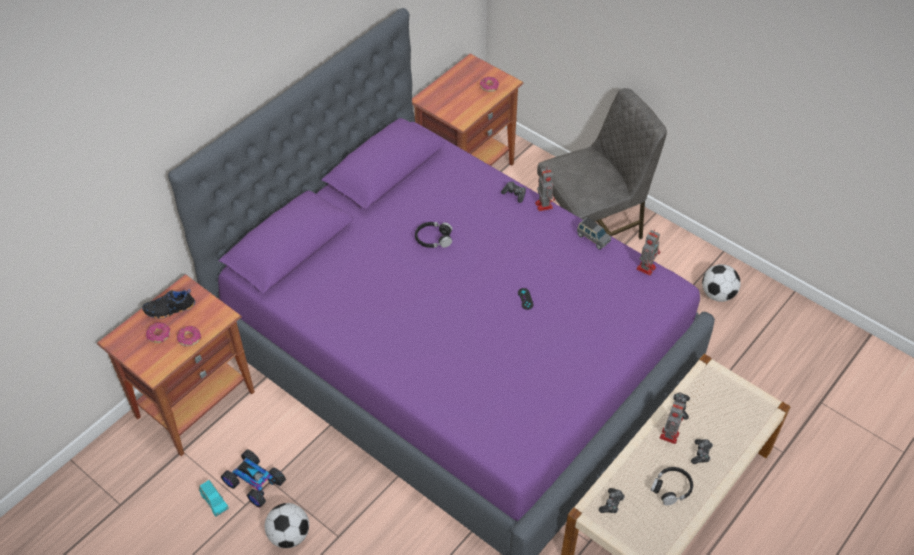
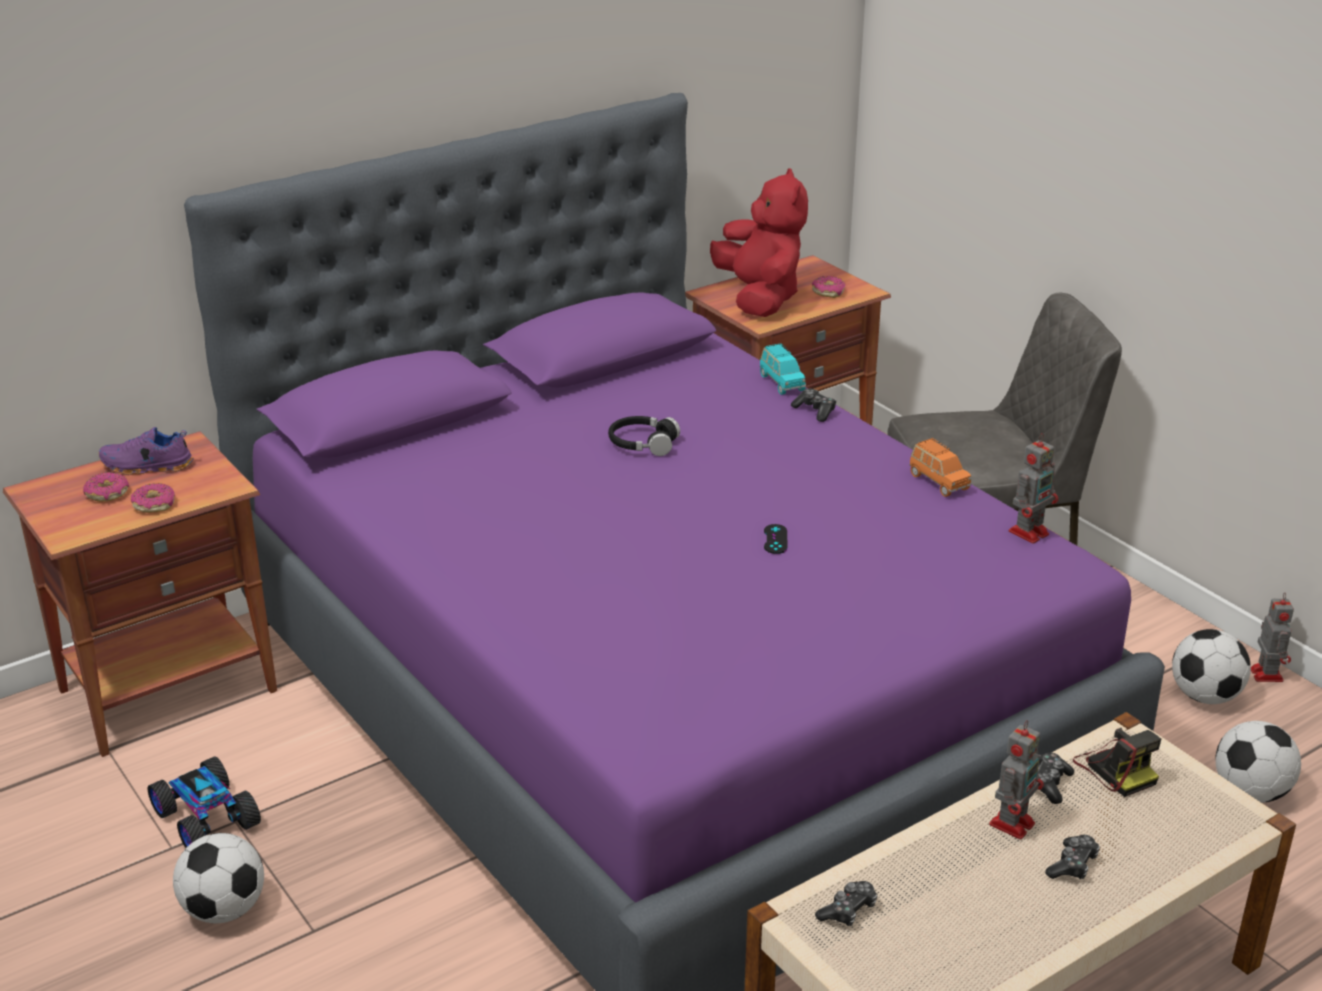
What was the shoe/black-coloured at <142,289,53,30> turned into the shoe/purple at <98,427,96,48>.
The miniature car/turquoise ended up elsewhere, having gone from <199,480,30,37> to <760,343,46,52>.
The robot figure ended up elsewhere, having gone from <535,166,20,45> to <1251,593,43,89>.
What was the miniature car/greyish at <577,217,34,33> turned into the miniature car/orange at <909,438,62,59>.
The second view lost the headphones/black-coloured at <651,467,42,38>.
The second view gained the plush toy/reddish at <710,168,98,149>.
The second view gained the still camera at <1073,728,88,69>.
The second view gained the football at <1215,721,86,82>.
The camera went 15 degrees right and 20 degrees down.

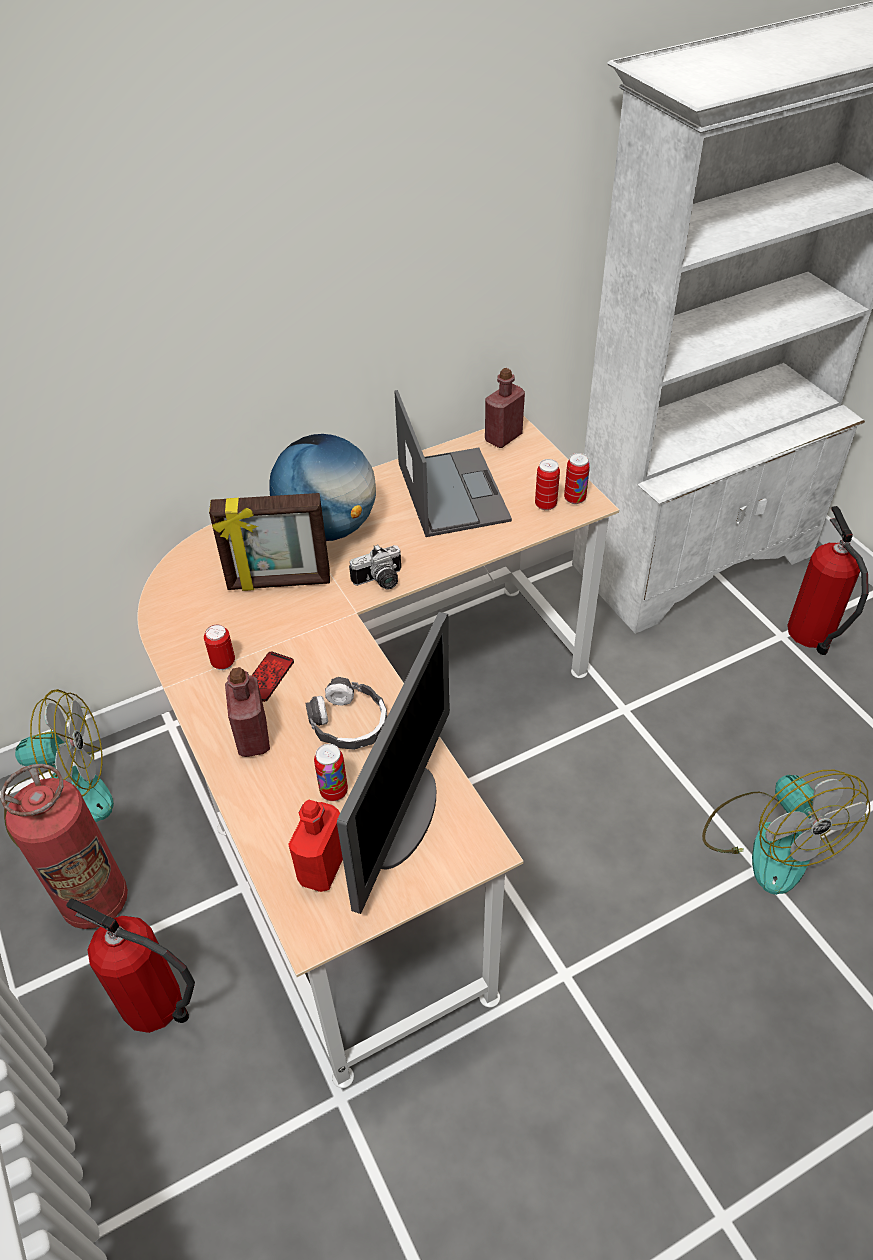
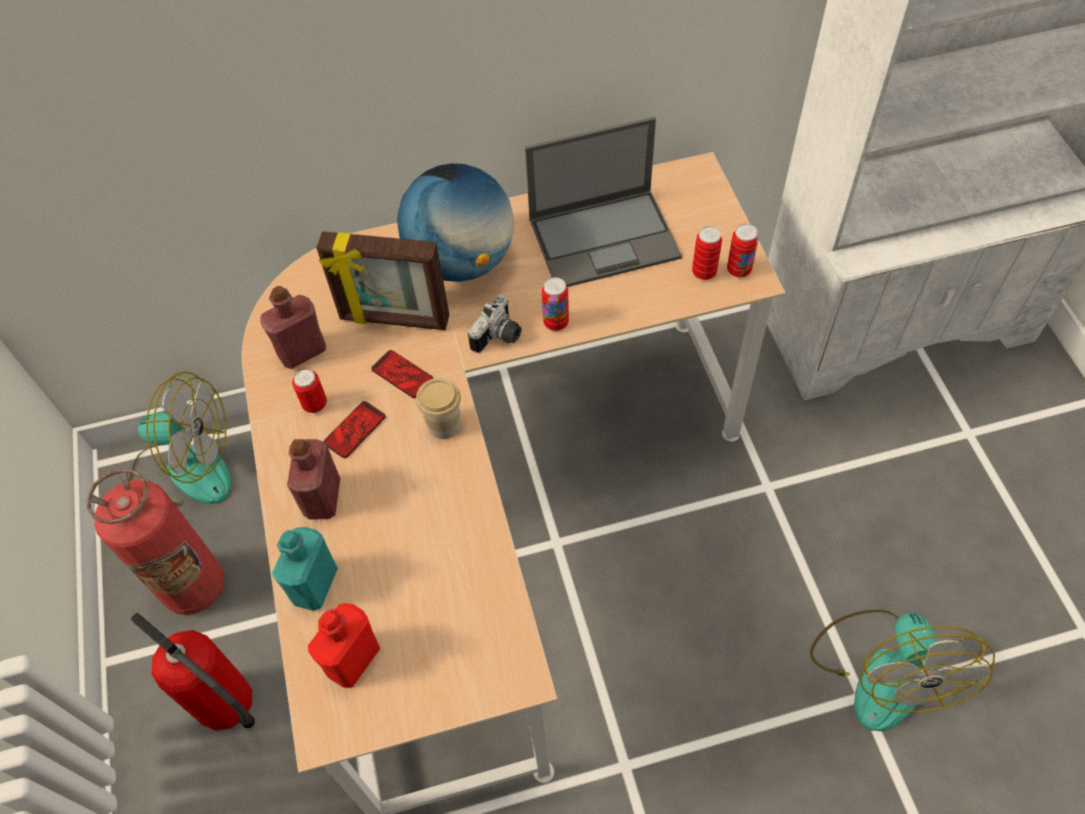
The second view lost the headphones at <305,677,82,73>.
The sealed can ended up elsewhere, having gone from <314,744,34,57> to <542,277,27,54>.
The second view lost the computer screen at <337,612,113,302>.
The still camera at <349,544,52,46> ended up facing another way, 45 degrees counterclockwise from before.
The laptop at <394,390,118,147> ended up facing another way, 75 degrees clockwise from before.
The drink bottle/reddish ended up elsewhere, having gone from <485,368,40,80> to <260,286,66,83>.
The second view lost the fire-fighting cylinder at <787,506,82,149>.
The second view gained the drink bottle/turquoise at <272,527,66,84>.
The second view gained the handset at <371,350,62,48>.
The second view gained the cup at <416,378,45,61>.
The camera went 15 degrees right and 10 degrees up.

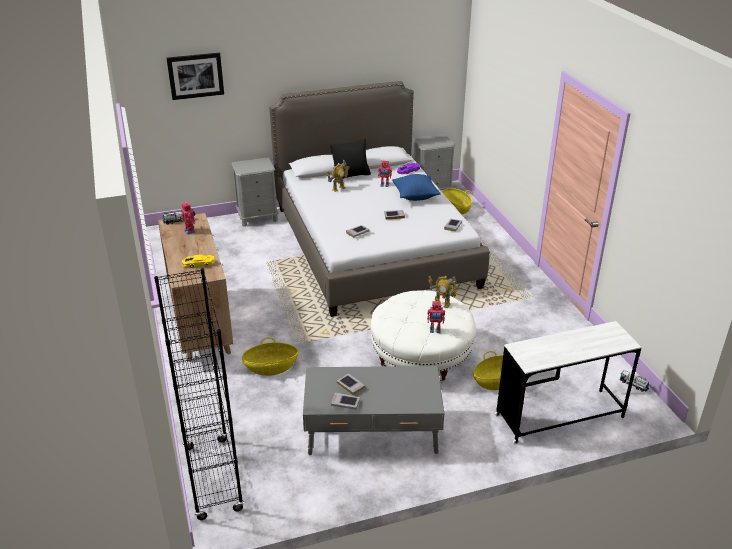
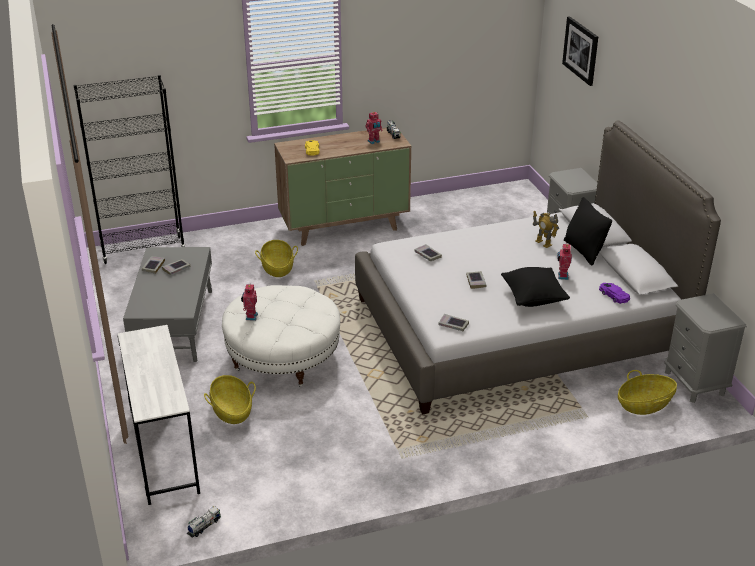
What was the cushion/blue at <392,174,48,27> turned into the cushion/black-coloured at <501,267,69,40>.
The second view lost the robot figure at <428,276,31,32>.
The camera went 90 degrees right and 0 degrees up.

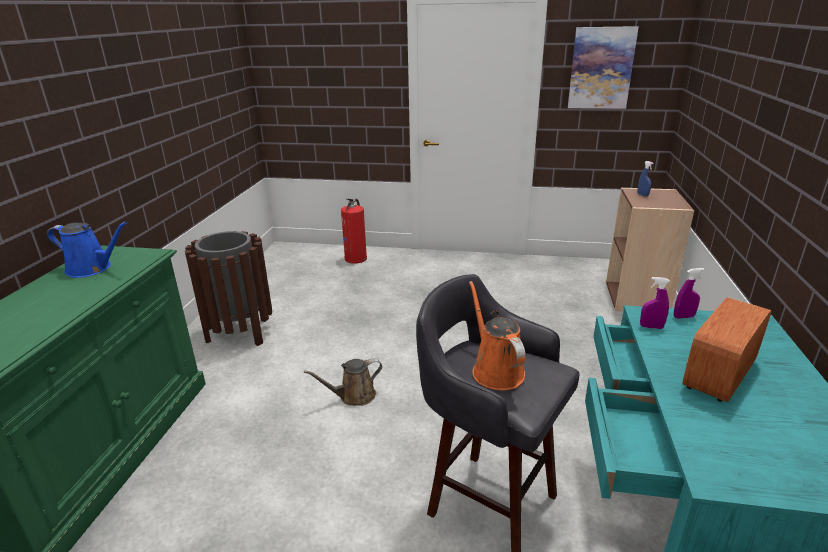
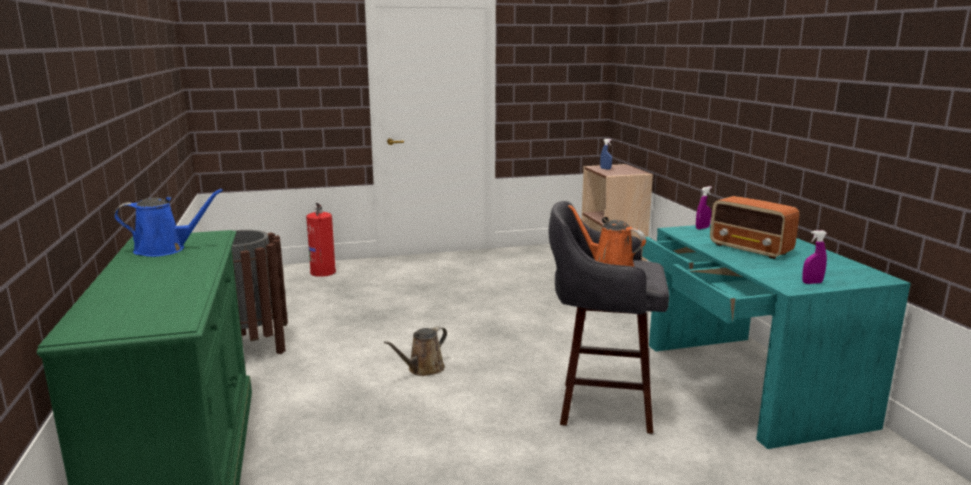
The second view lost the picture at <568,26,71,83>.
The spray bottle/purple ended up elsewhere, having gone from <640,277,30,52> to <802,230,25,54>.
The radio receiver at <682,297,90,105> ended up facing another way, 60 degrees counterclockwise from before.
The camera went 25 degrees left and 10 degrees down.

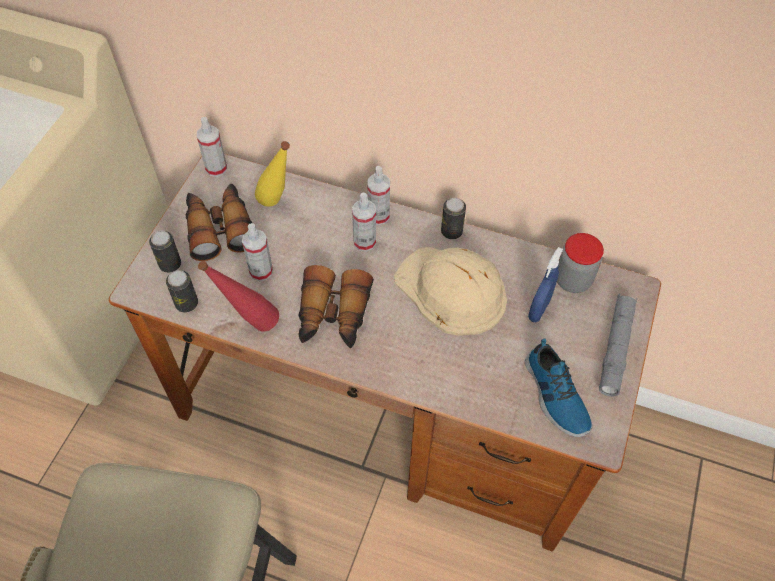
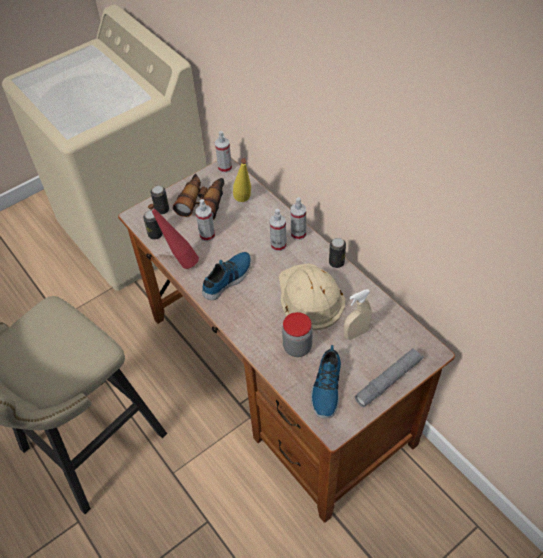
Where the field glasses stood at <298,265,76,83>, the shoe came to stand at <202,252,49,48>.
What was the spray bottle/blue at <528,247,35,75> turned into the spray bottle/sand-coloured at <344,289,28,51>.
The jar ended up elsewhere, having gone from <557,233,47,60> to <282,312,31,45>.
The camera went 35 degrees right and 5 degrees down.

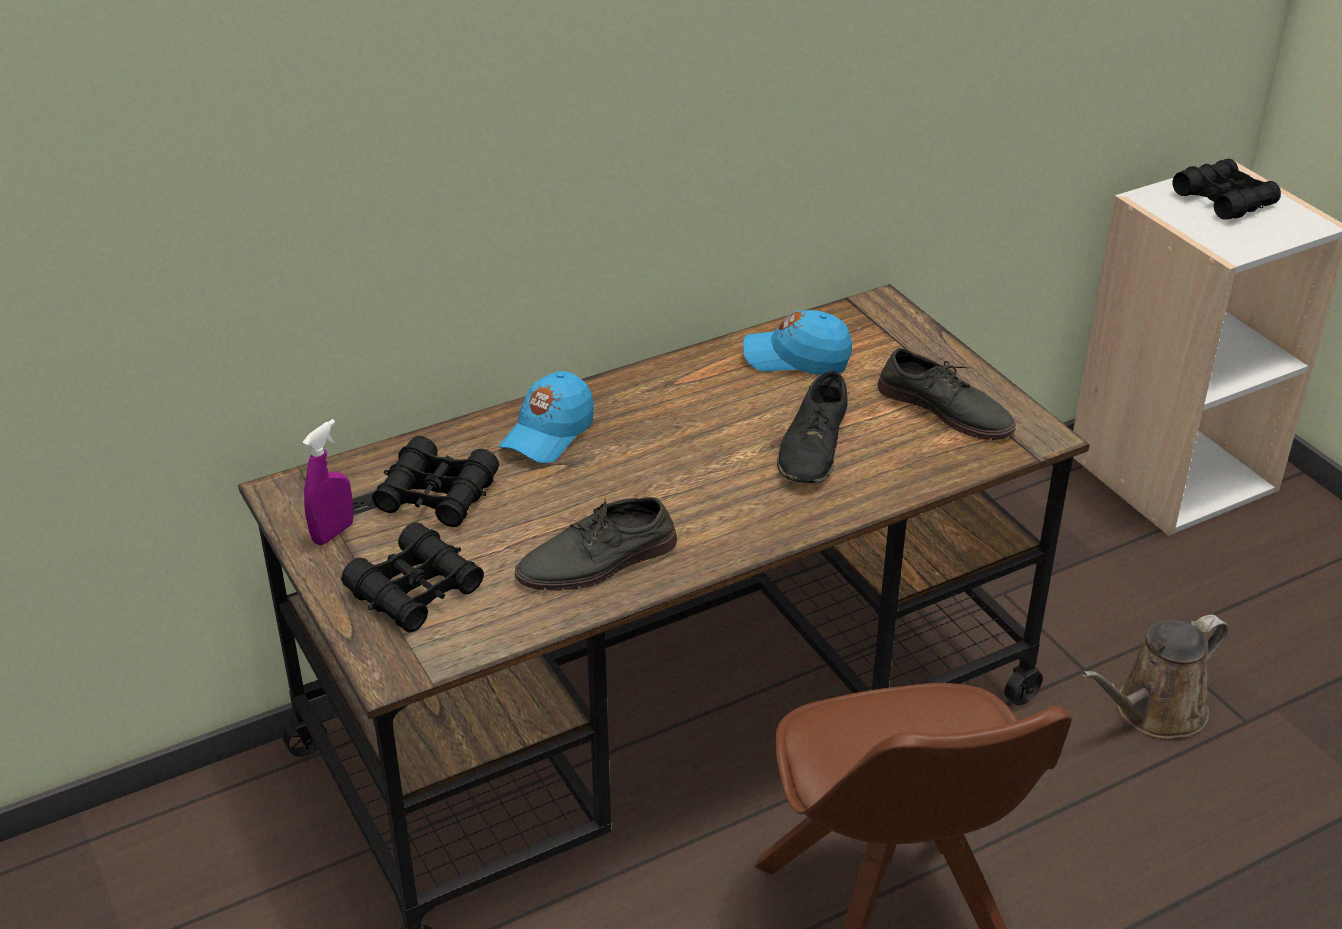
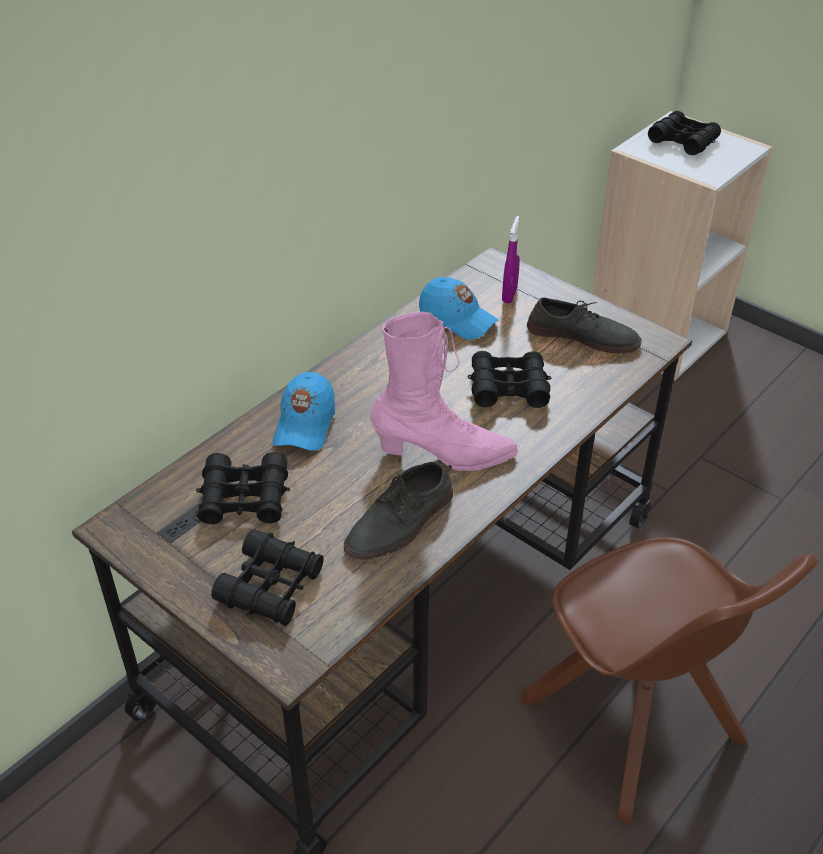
The spray bottle/purple ended up elsewhere, having gone from <302,419,52,126> to <502,216,18,88>.
The baseball cap/blue at <743,310,109,65> ended up facing another way, 135 degrees counterclockwise from before.
Where the shoe/black-coloured stood at <777,371,71,112>, the field glasses/black-coloured came to stand at <468,351,83,57>.
The second view lost the watering can/brownish at <1082,615,147,123>.
The second view gained the tall boot/pinkish at <370,312,148,159>.
The camera went 20 degrees left and 5 degrees up.

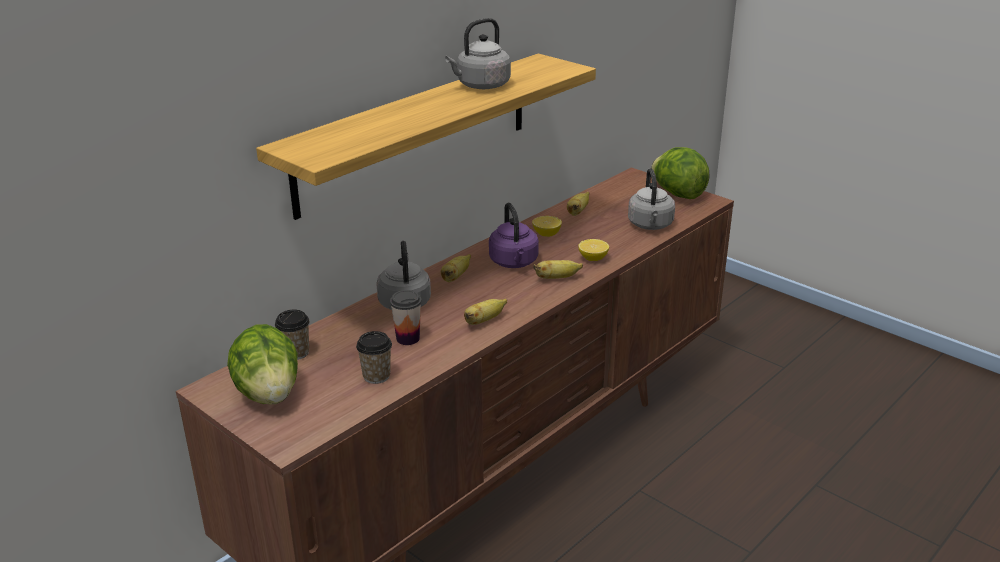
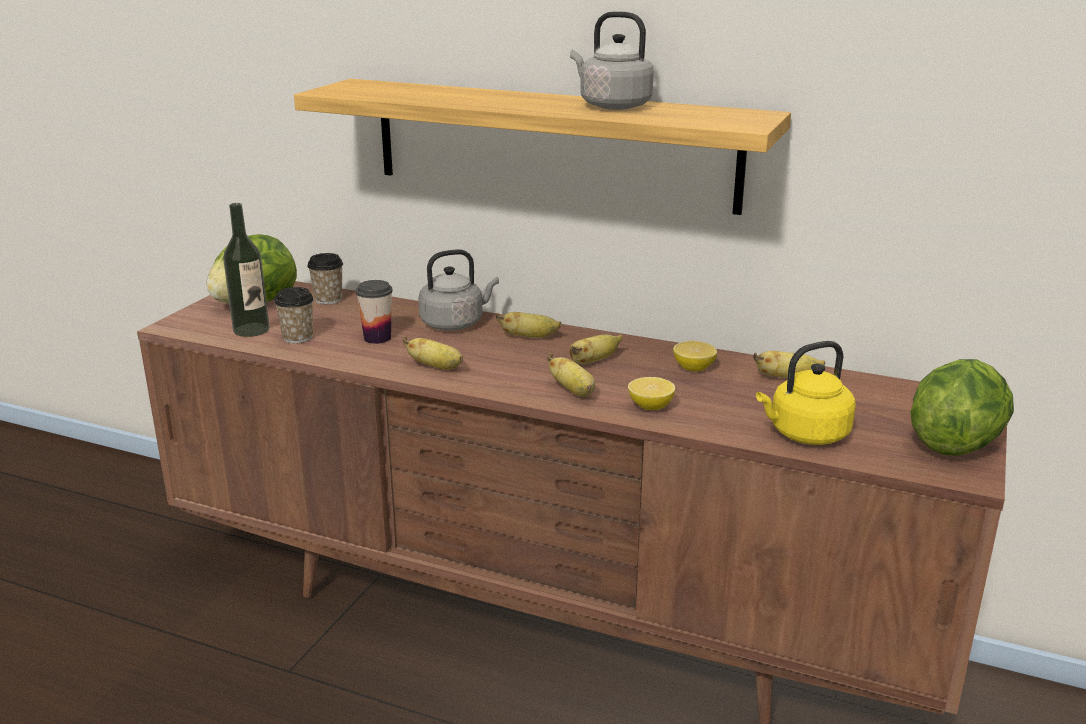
Where the kettle/purple stood at <489,202,50,66>, the banana fruit came to stand at <569,334,53,30>.
What was the kettle/greyish at <628,168,47,62> turned into the kettle/yellowish at <756,341,100,104>.
The second view gained the drink bottle at <223,203,46,134>.
The camera went 70 degrees right and 5 degrees down.

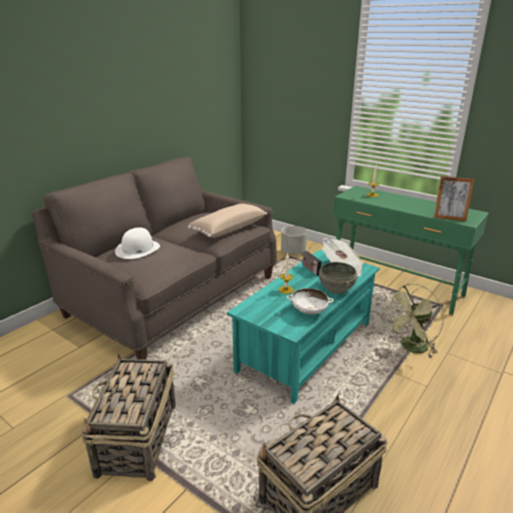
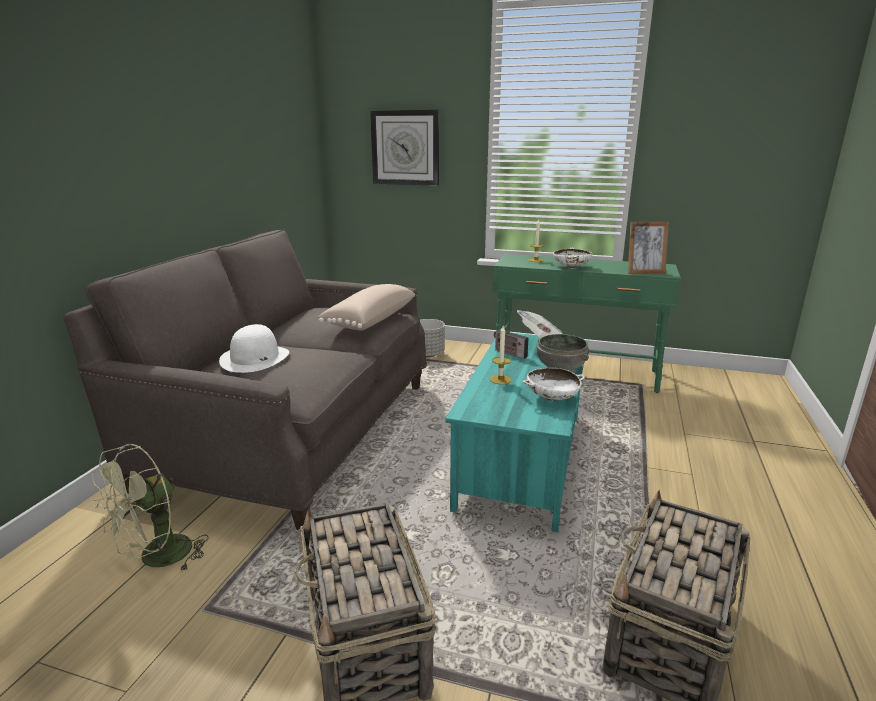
The cooling fan/green ended up elsewhere, having gone from <384,283,60,75> to <92,444,116,128>.
The second view gained the hanging clock at <370,110,69,76>.
The second view gained the deep dish/white at <553,248,39,20>.
The camera went 20 degrees left and 5 degrees down.

